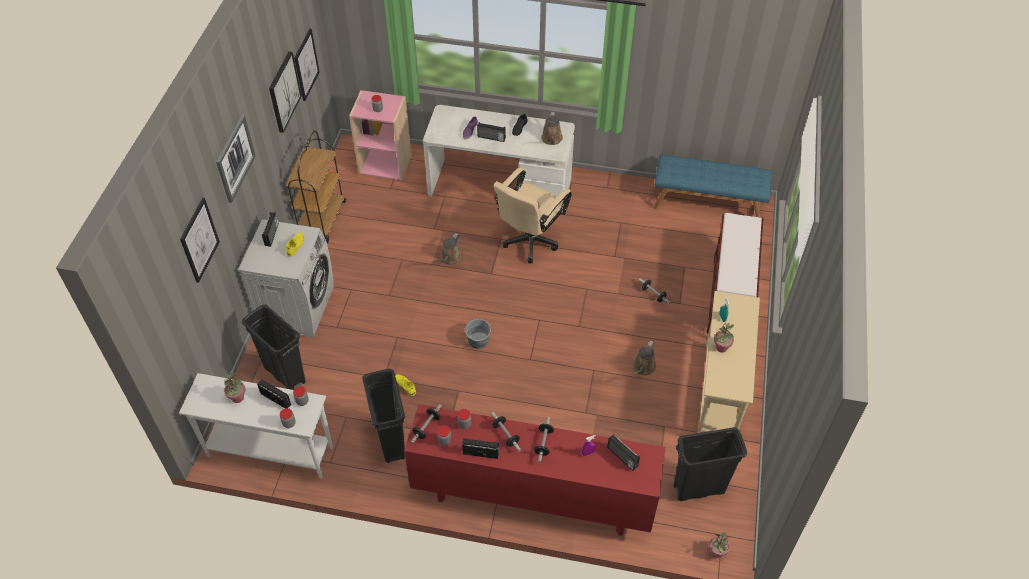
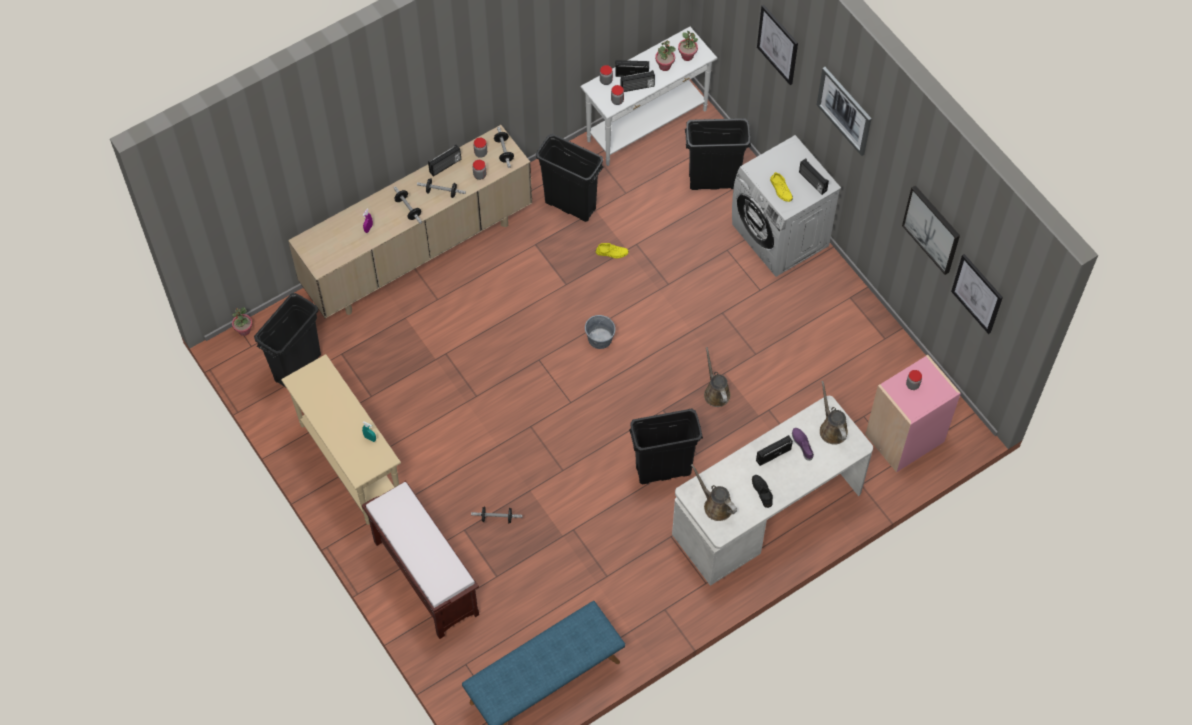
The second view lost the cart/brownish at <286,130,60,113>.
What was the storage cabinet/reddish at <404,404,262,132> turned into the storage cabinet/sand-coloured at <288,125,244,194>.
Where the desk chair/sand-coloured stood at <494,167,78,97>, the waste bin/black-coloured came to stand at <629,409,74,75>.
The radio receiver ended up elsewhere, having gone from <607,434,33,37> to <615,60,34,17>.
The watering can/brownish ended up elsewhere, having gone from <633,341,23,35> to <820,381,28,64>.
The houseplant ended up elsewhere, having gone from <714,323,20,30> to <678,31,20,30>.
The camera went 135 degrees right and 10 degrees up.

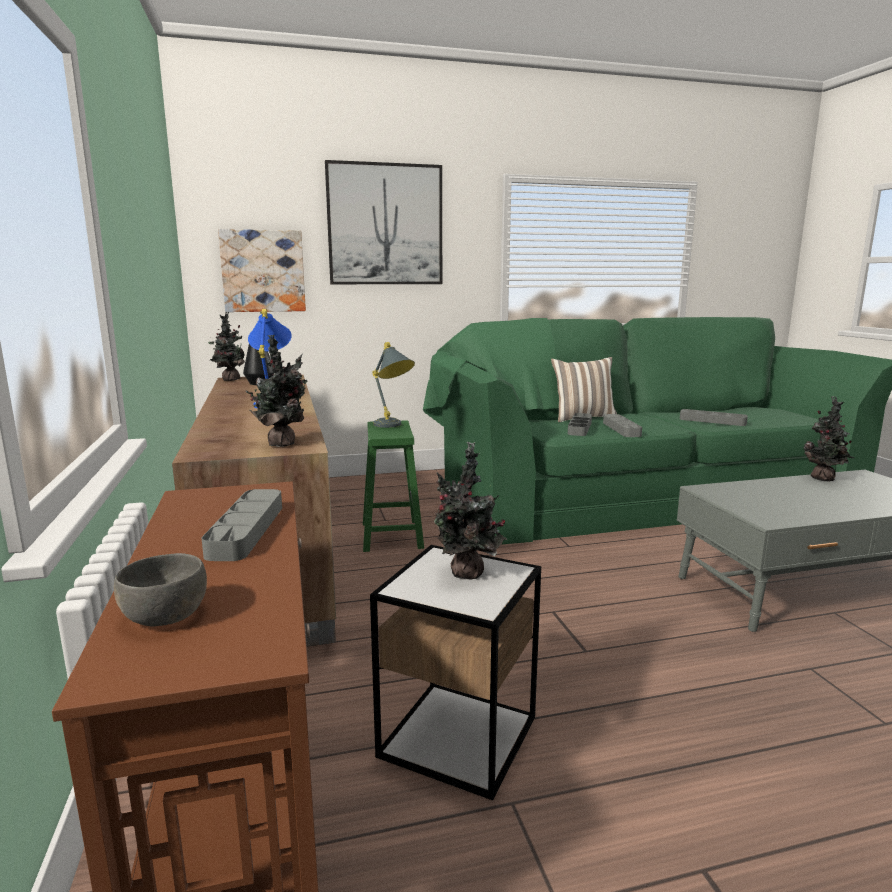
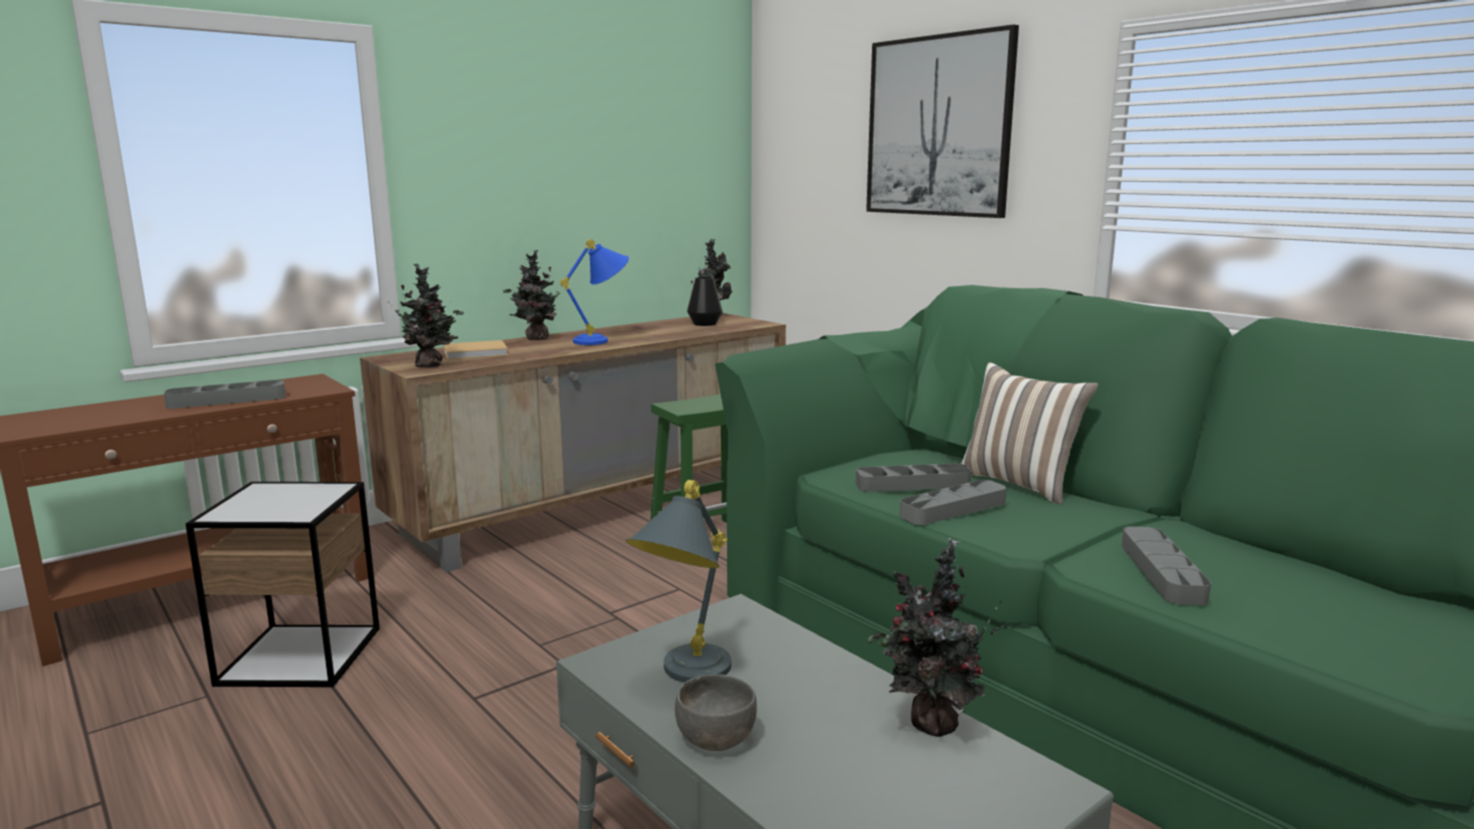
The deep dish/greyish ended up elsewhere, having gone from <114,553,93,73> to <675,674,82,77>.
The second view lost the picture at <218,229,88,83>.
The table lamp/greyish ended up elsewhere, having gone from <372,342,43,86> to <626,480,105,202>.
The houseplant ended up elsewhere, having gone from <434,442,73,138> to <503,250,59,90>.
The second view gained the volume/sand-coloured at <444,340,64,20>.
The camera went 65 degrees right and 0 degrees up.

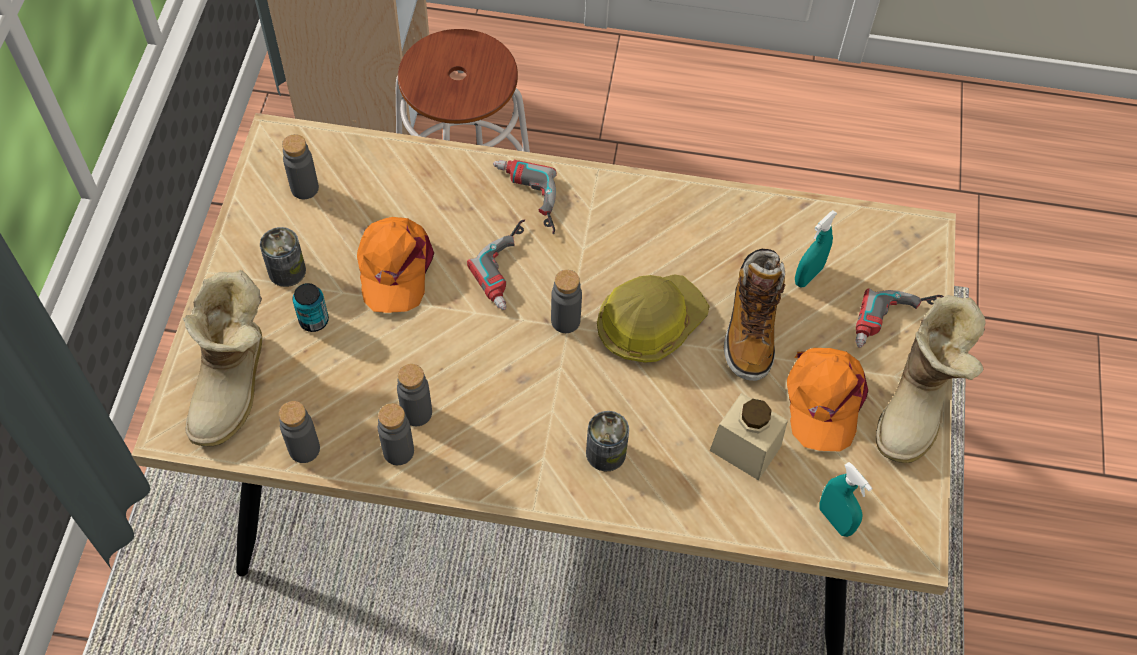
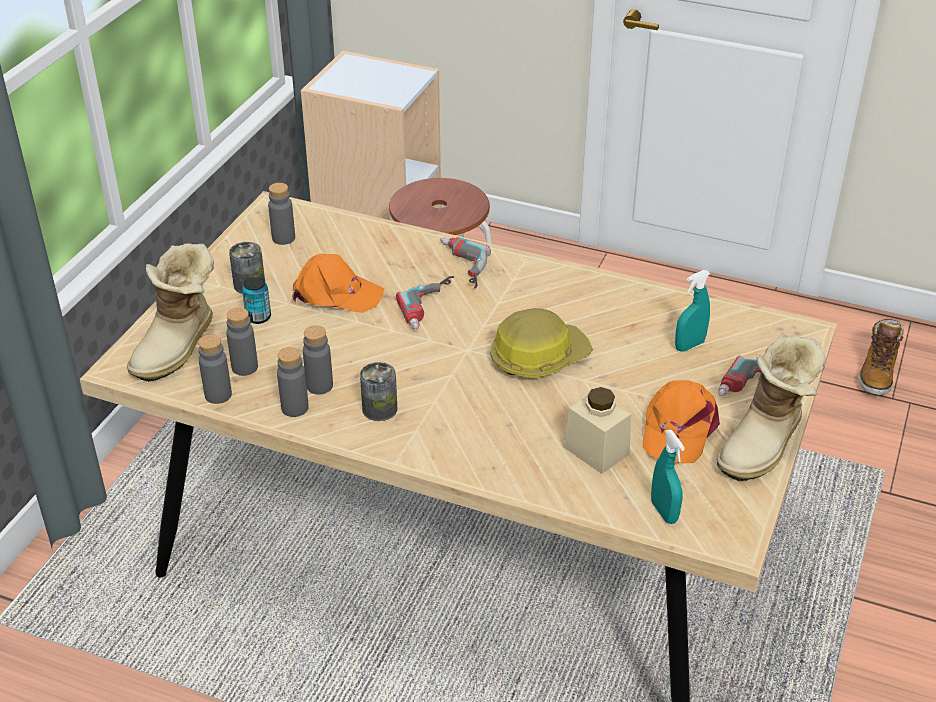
The baseball cap/orange at <357,217,77,96> ended up facing another way, 90 degrees counterclockwise from before.
The drink bottle/greyish ended up elsewhere, having gone from <551,270,31,63> to <226,308,32,68>.
The sealed can ended up elsewhere, having gone from <586,411,43,61> to <360,362,37,59>.
The tall boot ended up elsewhere, having gone from <724,249,61,132> to <858,319,46,77>.
The camera went 15 degrees right and 20 degrees down.

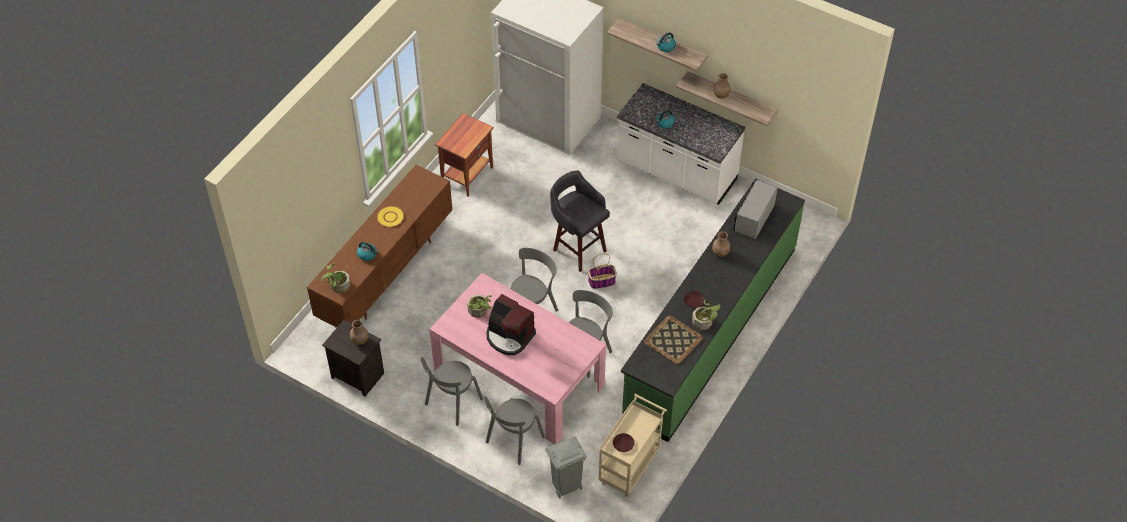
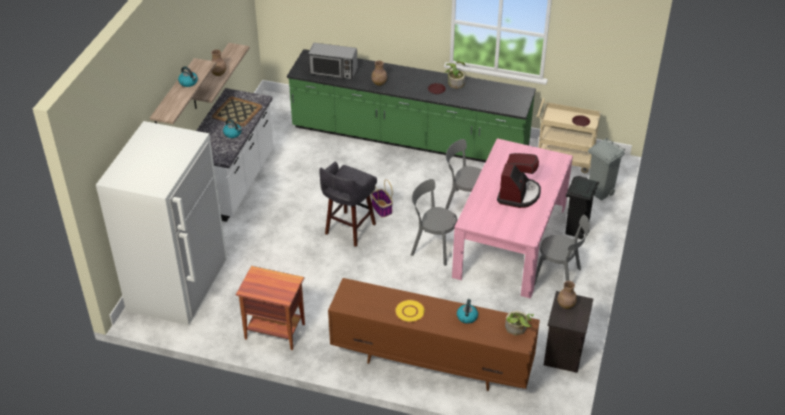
The second view lost the houseplant at <467,295,25,23>.
Where the upright chair/greyish stood at <484,396,61,69>, the waste bin/black-coloured came to stand at <565,176,34,63>.
The carrying tray ended up elsewhere, having gone from <644,316,59,48> to <212,97,50,30>.
The camera went 105 degrees left and 10 degrees down.

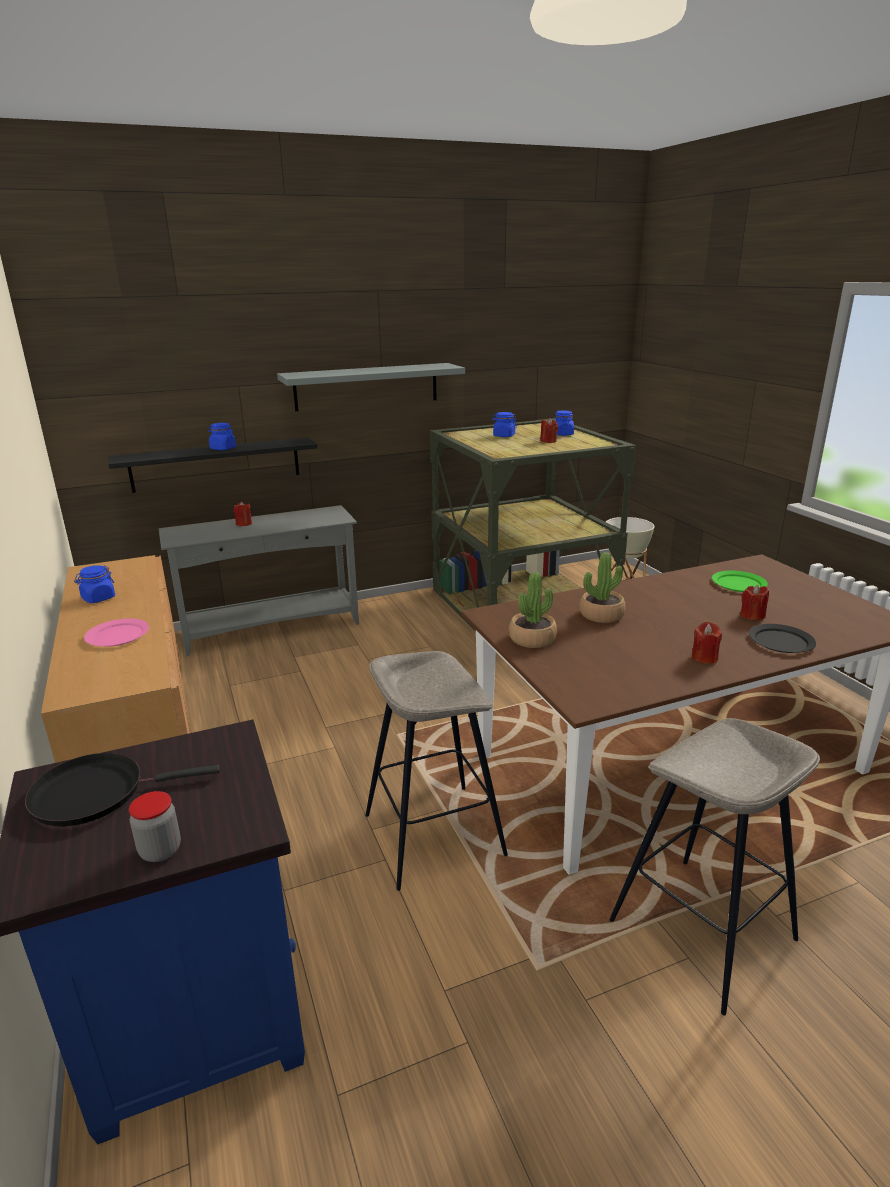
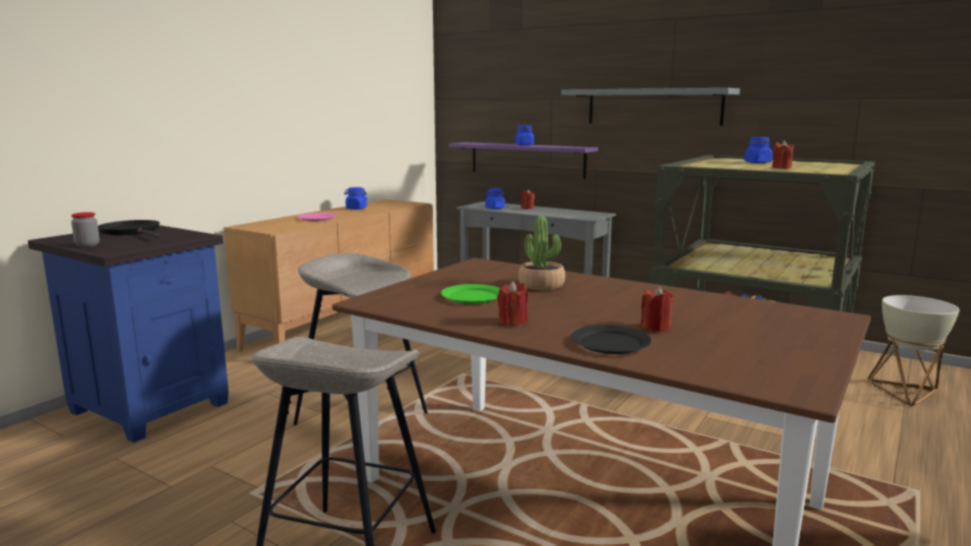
What was the bracket shelf/black-coloured at <108,437,209,56> turned into the bracket shelf/purple at <449,142,149,37>.
The second view lost the houseplant at <509,572,48,76>.
The jar/blue ended up elsewhere, having gone from <555,411,19,25> to <485,188,20,21>.
The plate/green ended up elsewhere, having gone from <712,570,56,22> to <441,284,60,20>.
The camera went 55 degrees right and 10 degrees down.

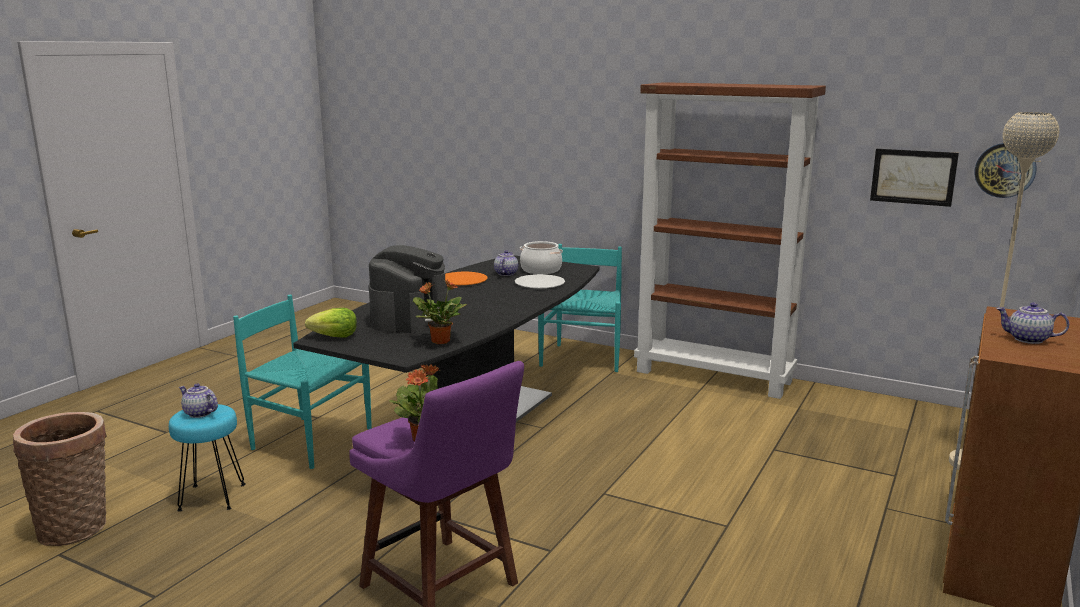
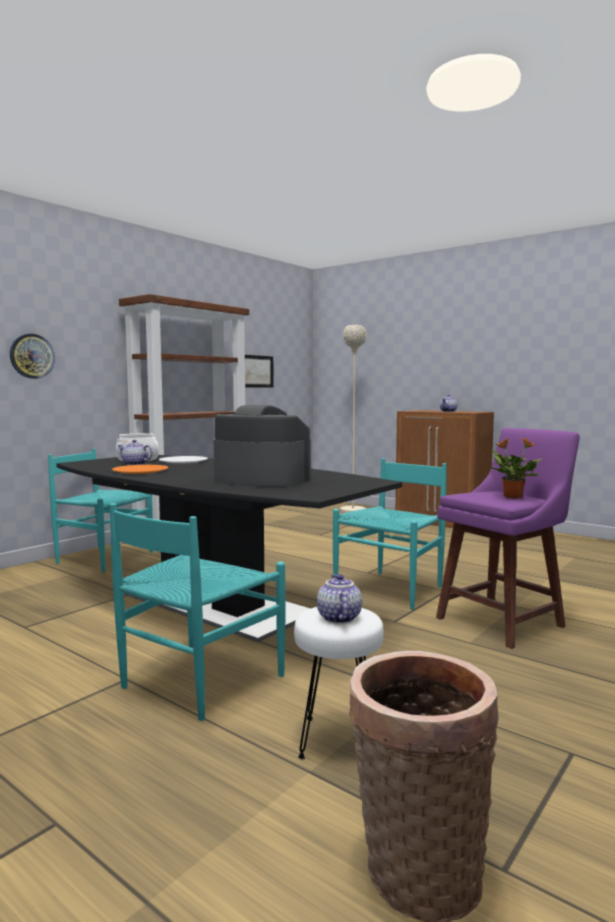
What was the stool seat/turquoise at <169,404,77,108> turned into the stool seat/white at <294,607,90,152>.
The teapot at <179,383,39,35> ended up facing another way, 135 degrees clockwise from before.
The second view lost the lettuce head at <305,308,52,30>.
The second view lost the houseplant at <413,280,54,64>.
The hanging clock ended up elsewhere, having gone from <974,143,63,55> to <10,334,45,45>.
The second view gained the upright chair/turquoise at <333,458,114,152>.
The camera went 80 degrees left and 10 degrees down.

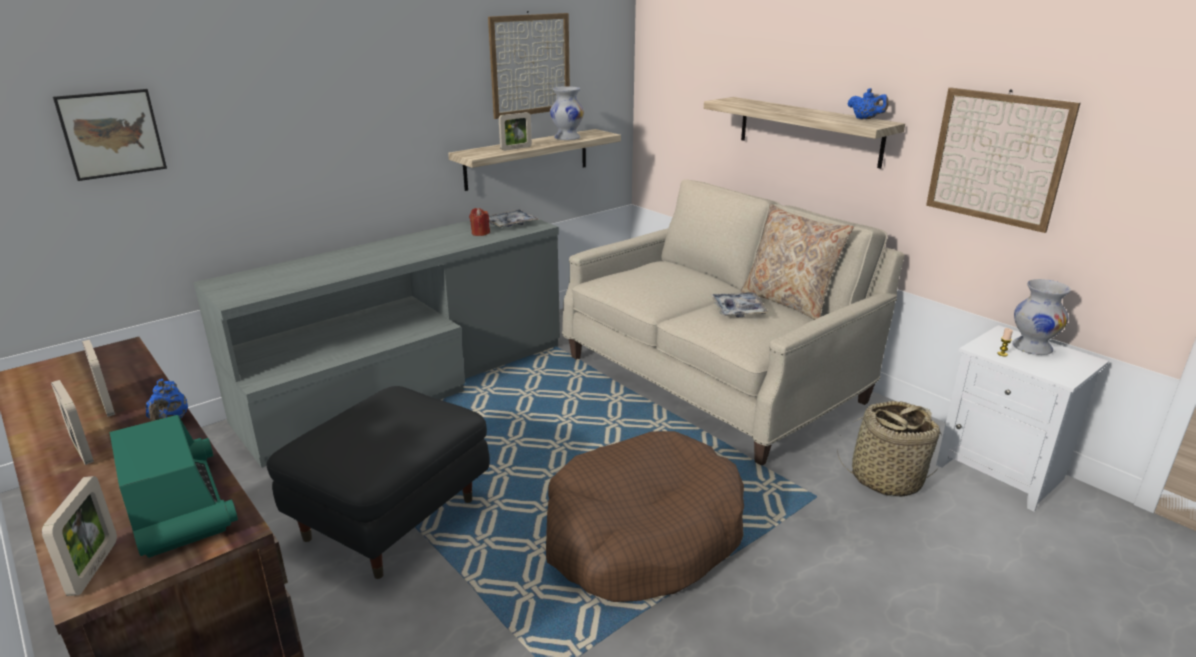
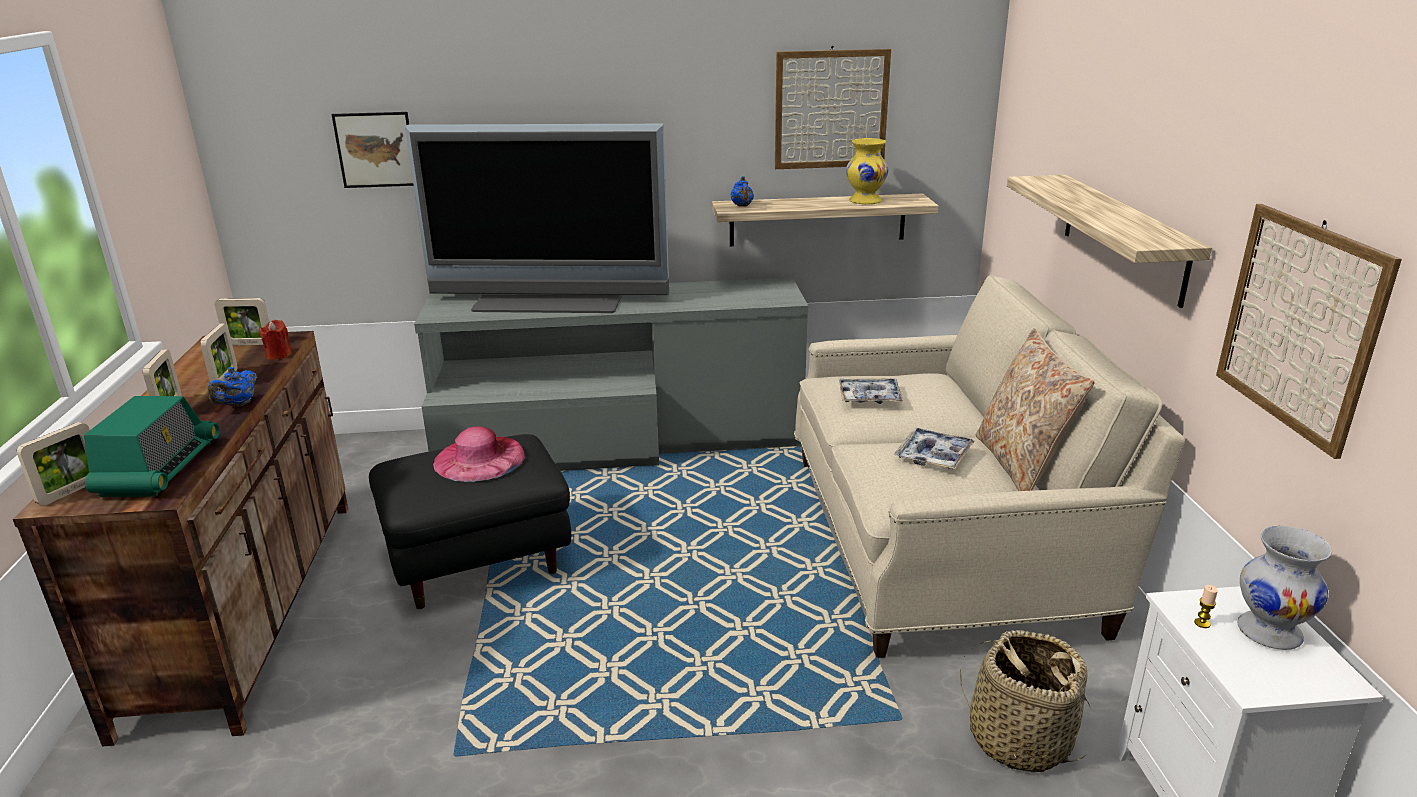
The wax candle/reddish ended up elsewhere, having gone from <469,208,21,28> to <259,320,33,40>.
The carrying tray ended up elsewhere, having gone from <489,209,50,18> to <839,378,64,26>.
The picture frame ended up elsewhere, having gone from <499,112,33,39> to <215,298,54,47>.
The second view lost the dog cushion/brownish at <546,431,198,171>.
What was the flower vase/white at <550,86,34,54> turned into the flower vase/yellowish at <846,138,43,66>.
The teapot/blue ended up elsewhere, having gone from <847,88,42,31> to <730,176,24,31>.
The second view gained the TV at <405,124,264,189>.
The second view gained the wearable hat/pinkish at <433,426,92,56>.
The camera went 35 degrees right and 0 degrees up.

